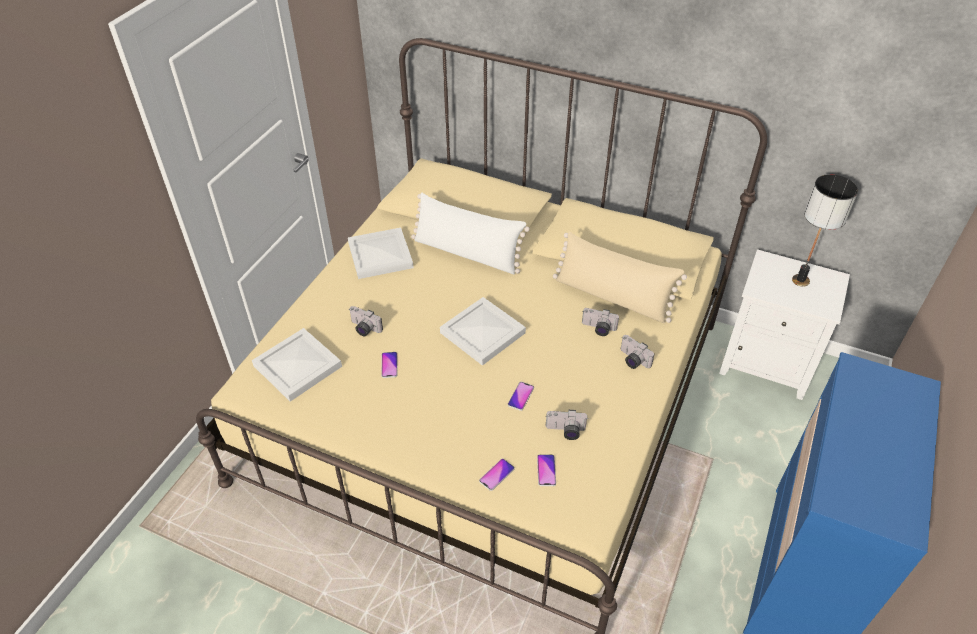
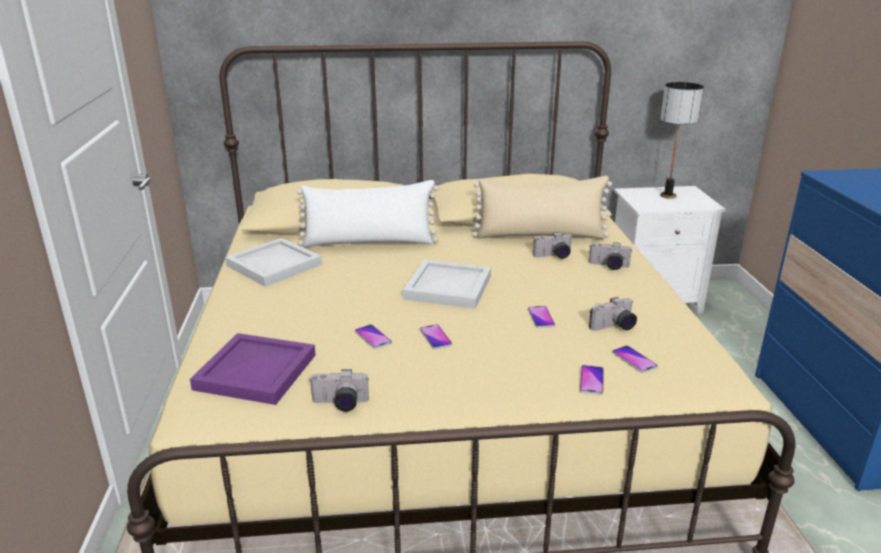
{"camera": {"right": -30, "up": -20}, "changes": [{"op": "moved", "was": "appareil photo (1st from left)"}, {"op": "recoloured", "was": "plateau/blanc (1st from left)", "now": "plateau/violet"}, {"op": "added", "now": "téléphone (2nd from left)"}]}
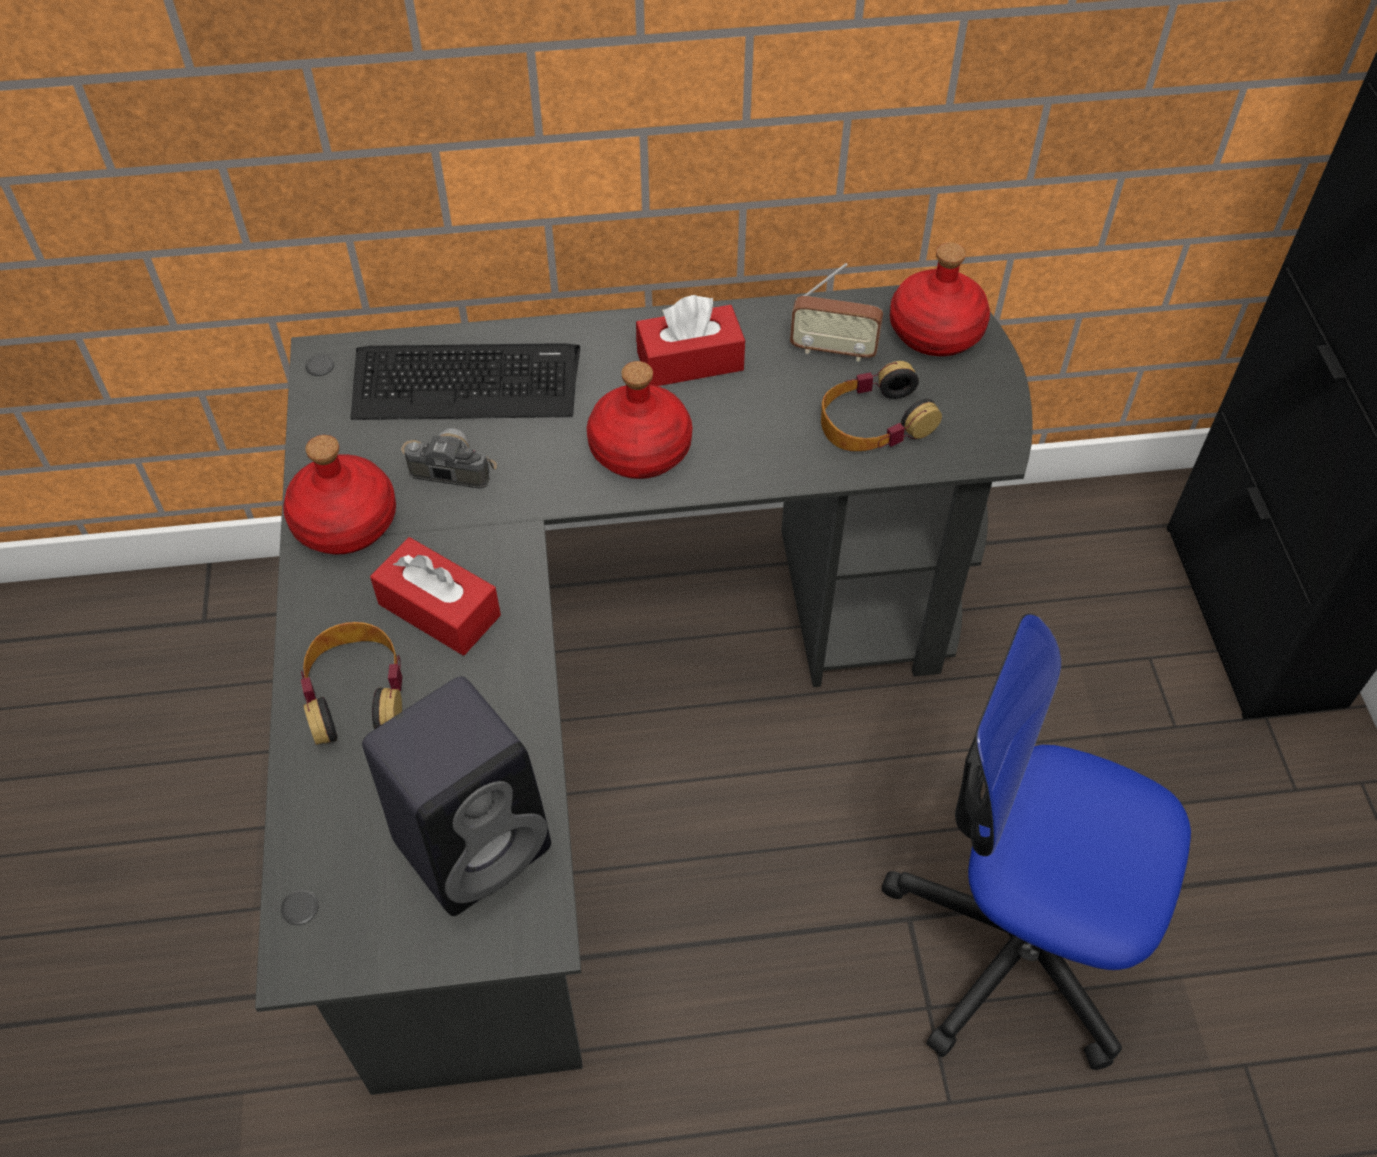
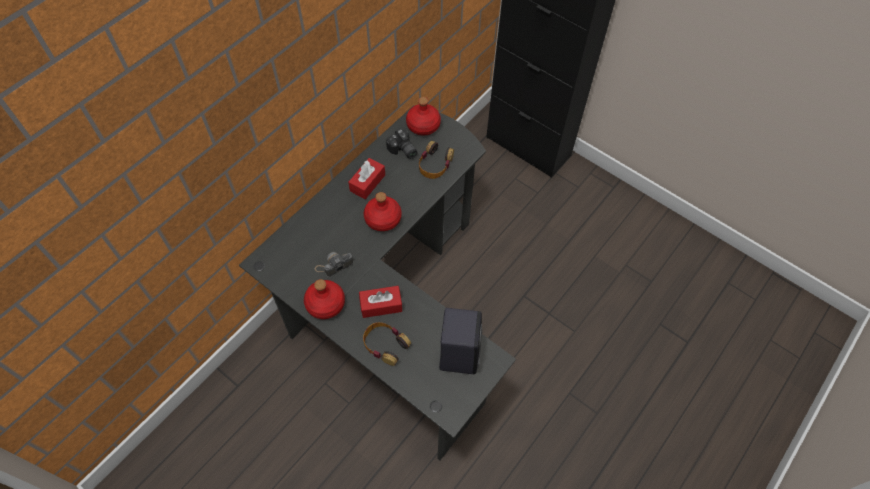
{"camera": {"right": -45, "up": 5}, "changes": [{"op": "replaced", "was": "radio", "now": "appareil photo (2nd from left)"}, {"op": "removed", "was": "clavier"}, {"op": "removed", "was": "chaise de bureau"}]}
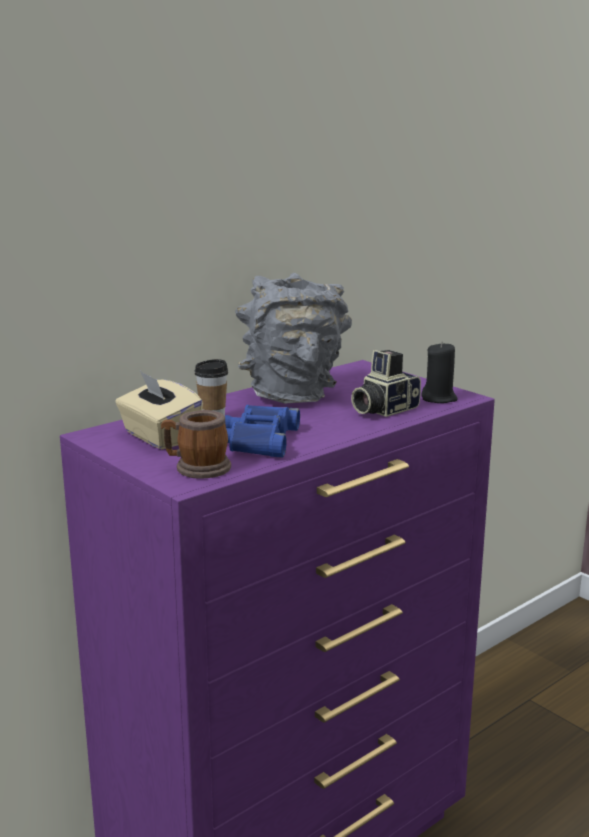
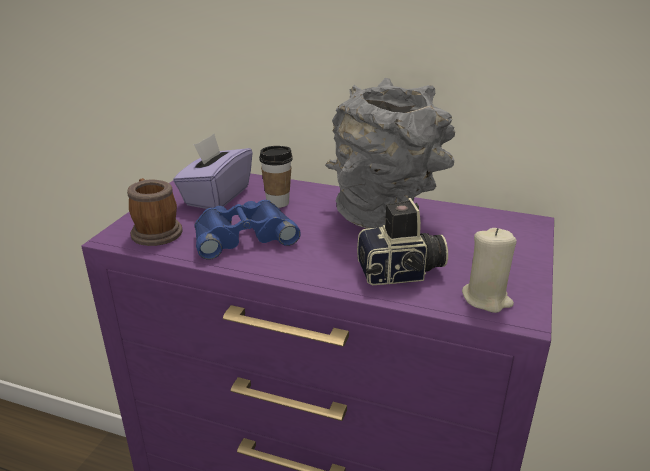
{"camera": {"right": 60, "up": 10}, "changes": [{"op": "recoloured", "was": "bougie/noir", "now": "bougie/beige"}, {"op": "turned", "was": "appareil photo", "clockwise": 150}, {"op": "recoloured", "was": "boîte à mouchoirs/beige", "now": "boîte à mouchoirs/violet"}]}
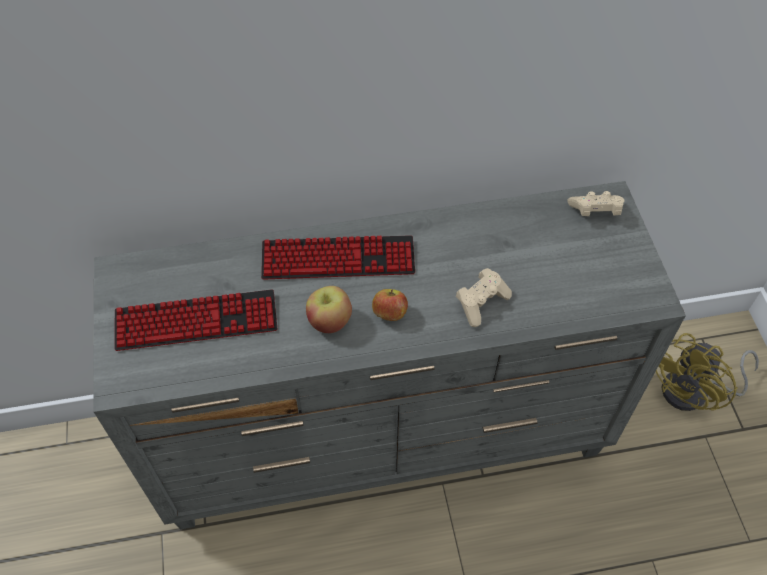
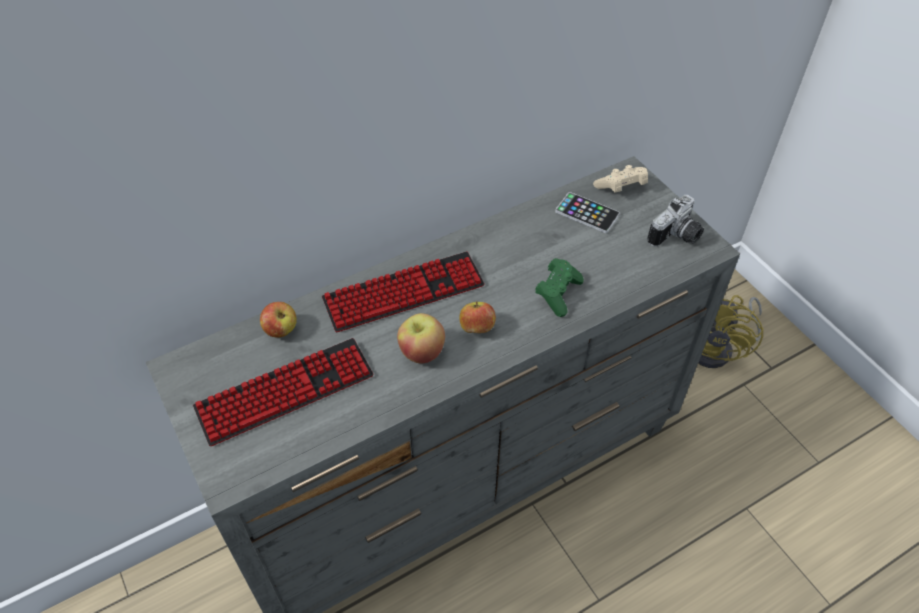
{"camera": {"right": -20, "up": -5}, "changes": [{"op": "recoloured", "was": "manette/beige (1st from left)", "now": "manette/vert"}, {"op": "added", "now": "téléphone"}, {"op": "added", "now": "appareil photo"}, {"op": "added", "now": "pomme (1st from left)"}]}
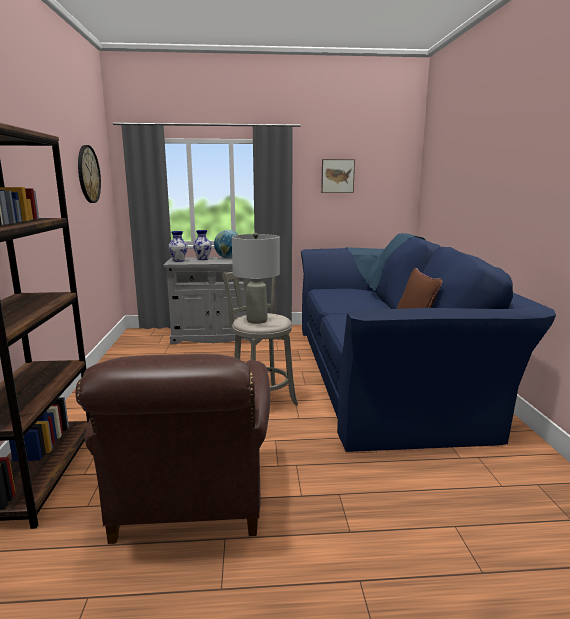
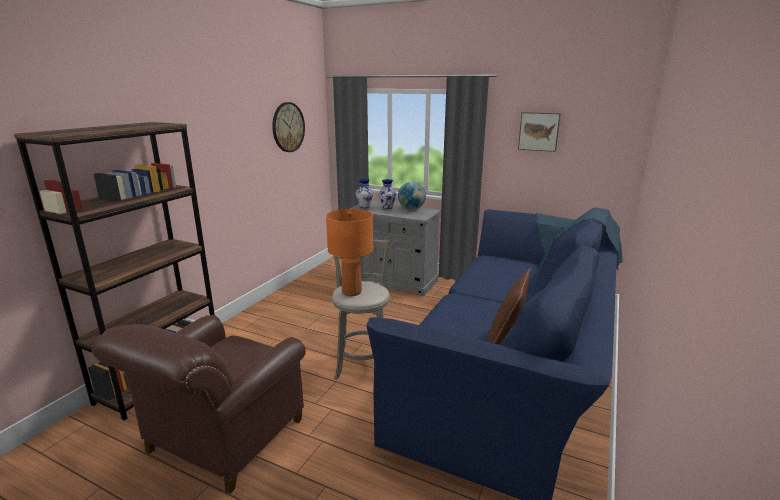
{"camera": {"right": 30, "up": 5}, "changes": [{"op": "recoloured", "was": "lampe de table/gris", "now": "lampe de table/orange"}]}
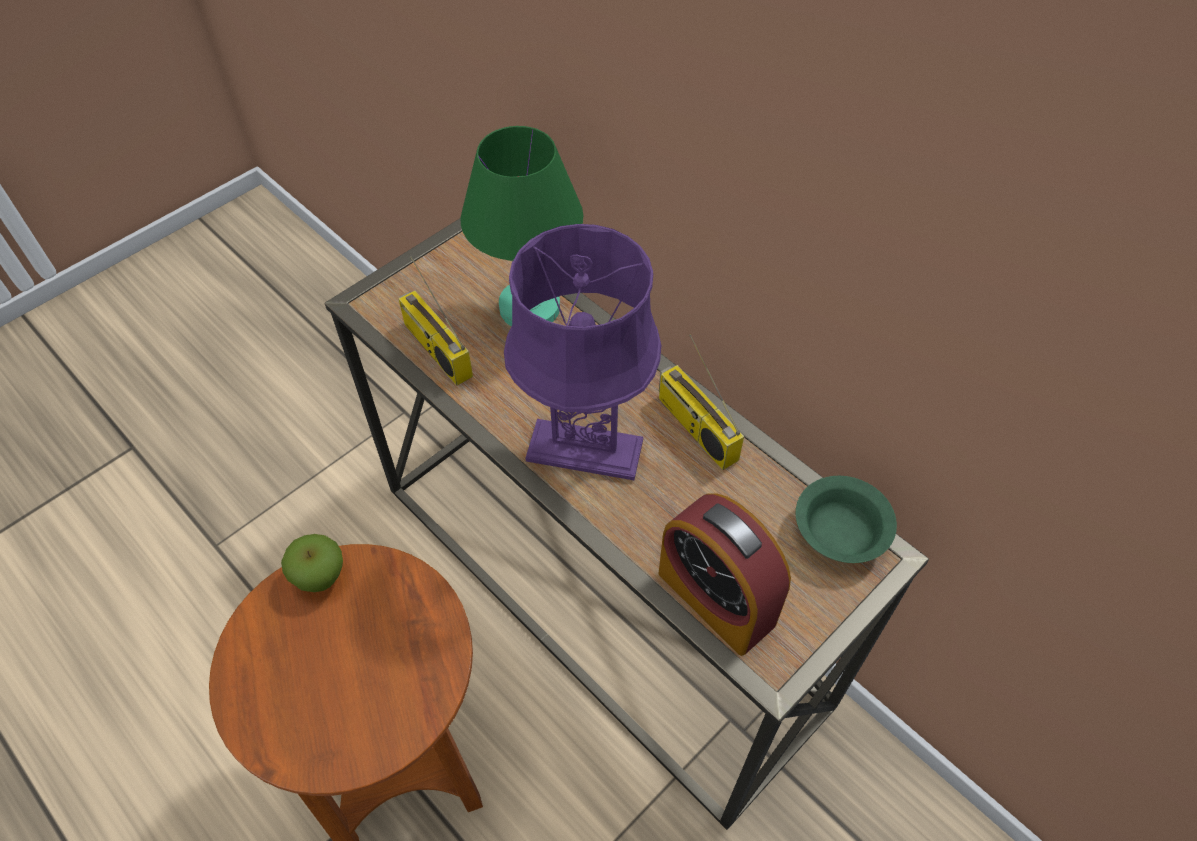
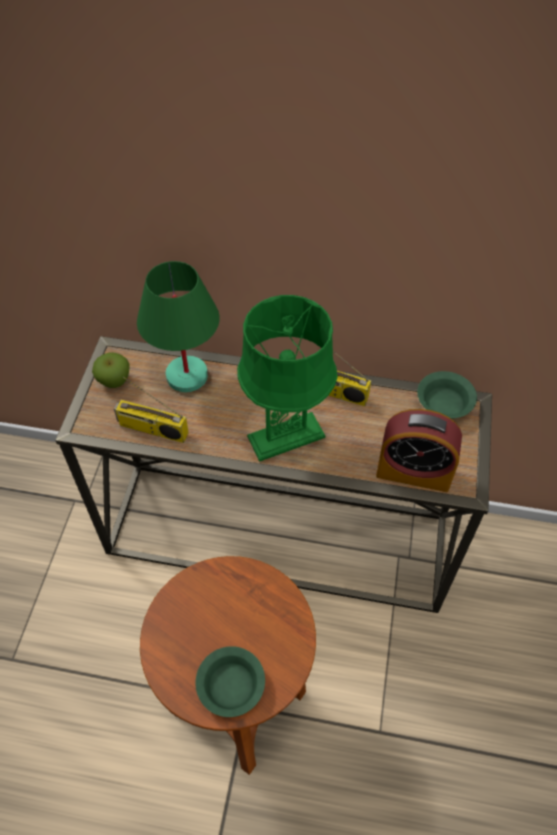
{"camera": {"right": -35, "up": 0}, "changes": [{"op": "recoloured", "was": "lampe de table/violet", "now": "lampe de table/vert (2nd from left)"}, {"op": "moved", "was": "pomme"}, {"op": "added", "now": "bol/vert (1st from left)"}]}
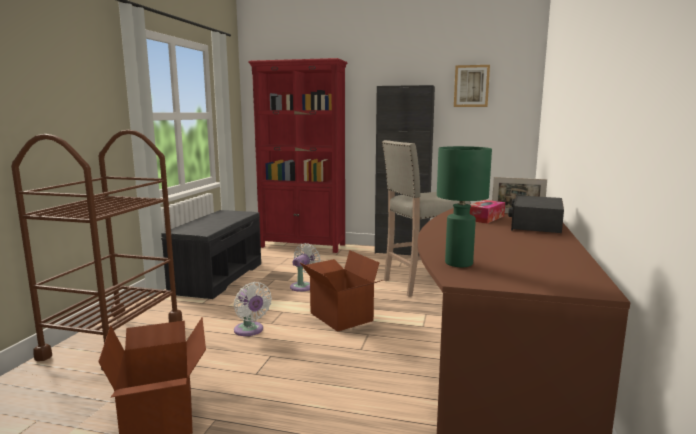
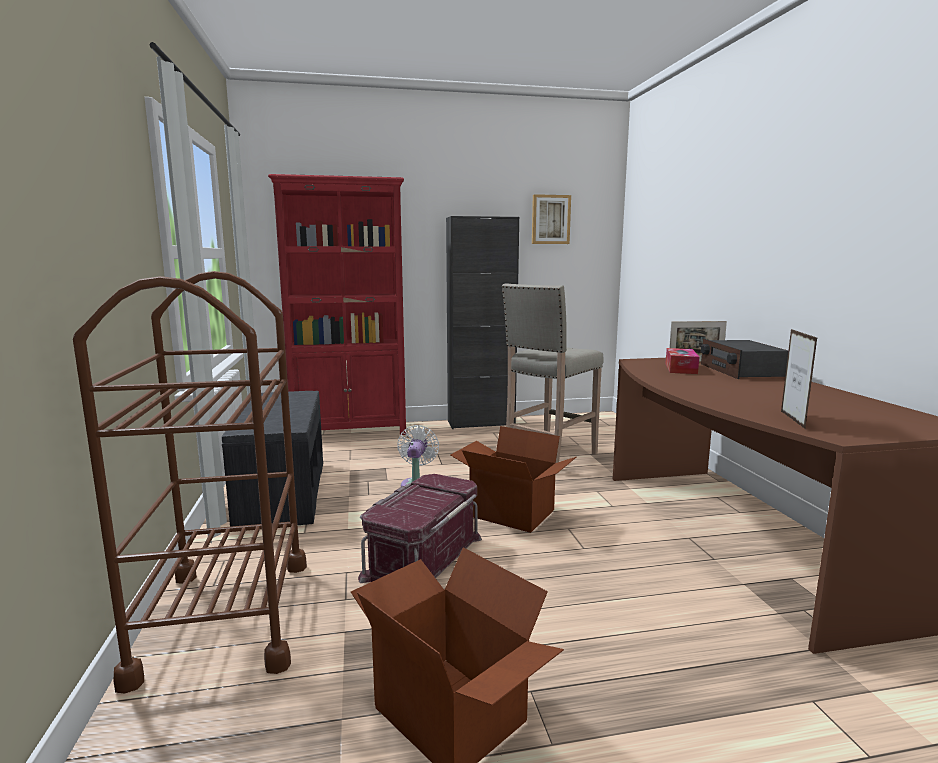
{"camera": {"right": -25, "up": 0}, "changes": [{"op": "replaced", "was": "lampe de table/vert", "now": "cadre photo (2nd from left)"}, {"op": "replaced", "was": "ventilateur/blanc (1st from left)", "now": "boîte de rangement/rouge"}]}
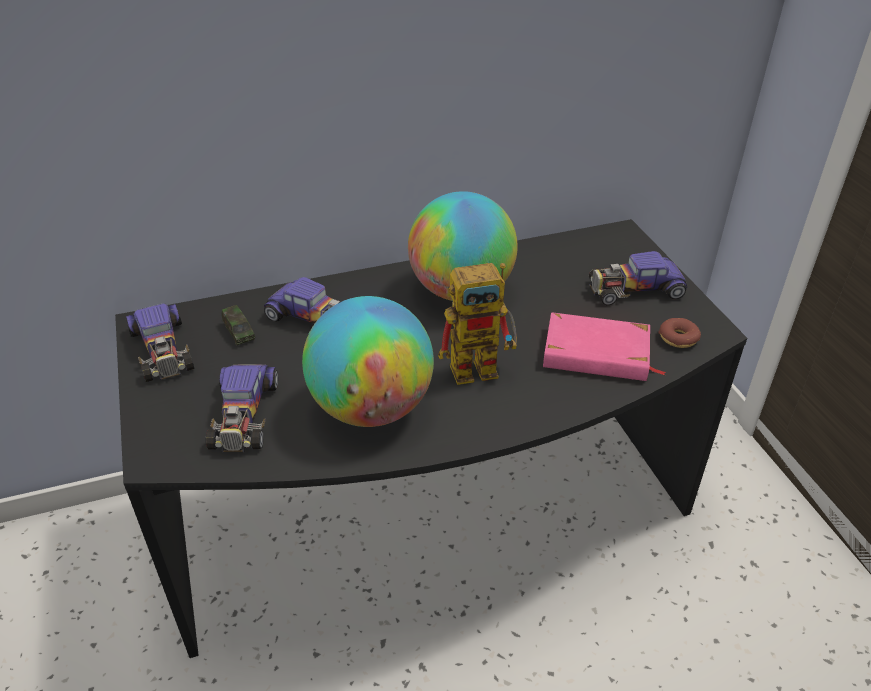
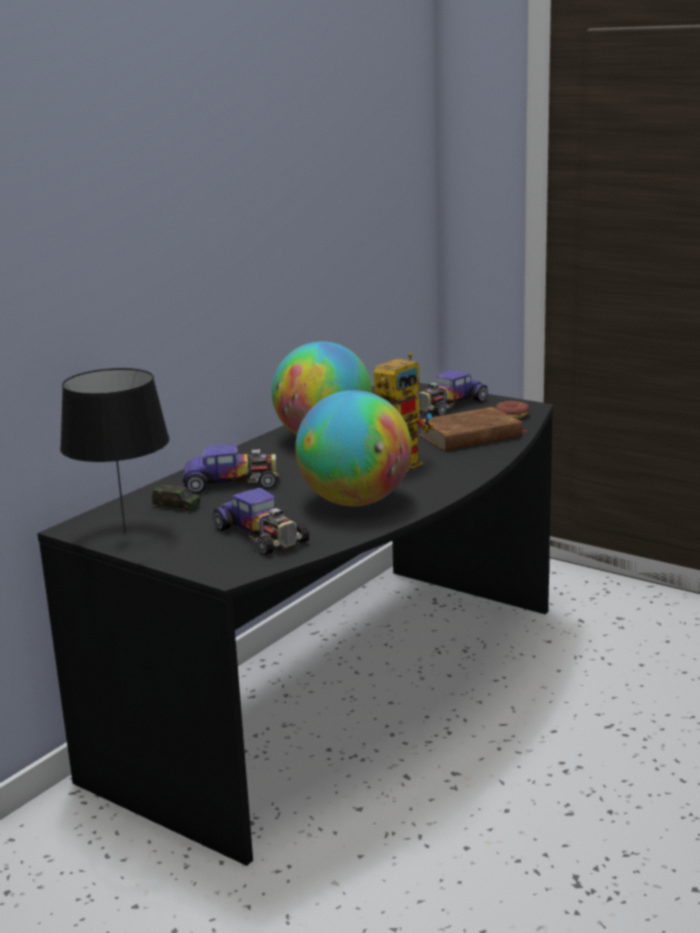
{"camera": {"right": -35, "up": -20}, "changes": [{"op": "replaced", "was": "petite voiture (1st from left)", "now": "lampe de table/noir"}, {"op": "recoloured", "was": "livre/rose", "now": "livre/marron"}]}
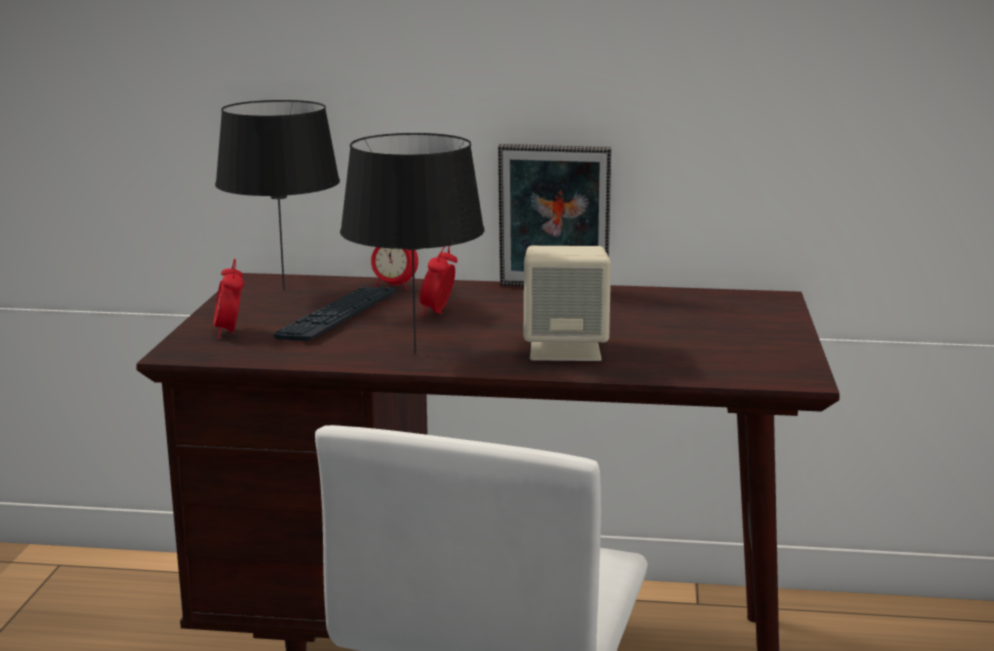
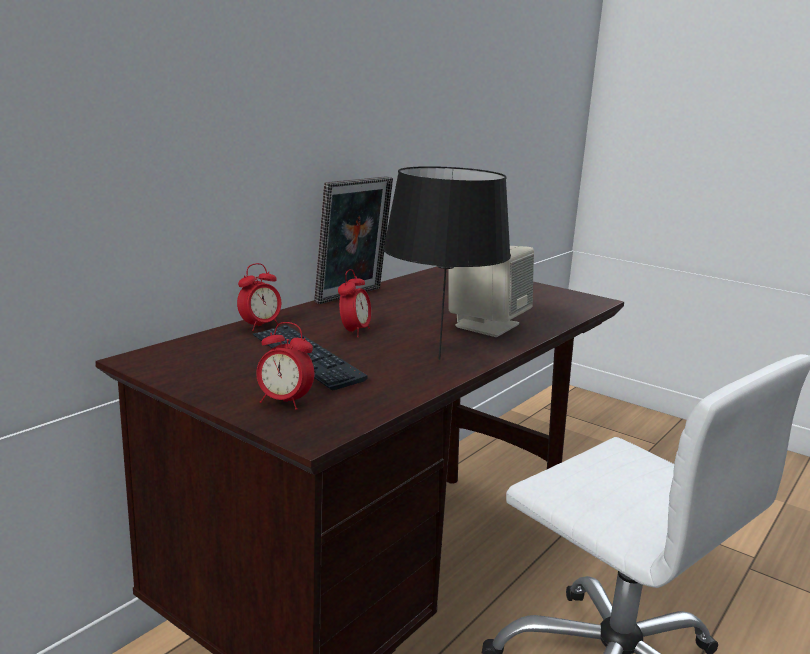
{"camera": {"right": -60, "up": 0}, "changes": [{"op": "removed", "was": "lampe de table/noir (1st from left)"}, {"op": "turned", "was": "réveil (3rd from left)", "clockwise": -120}]}
